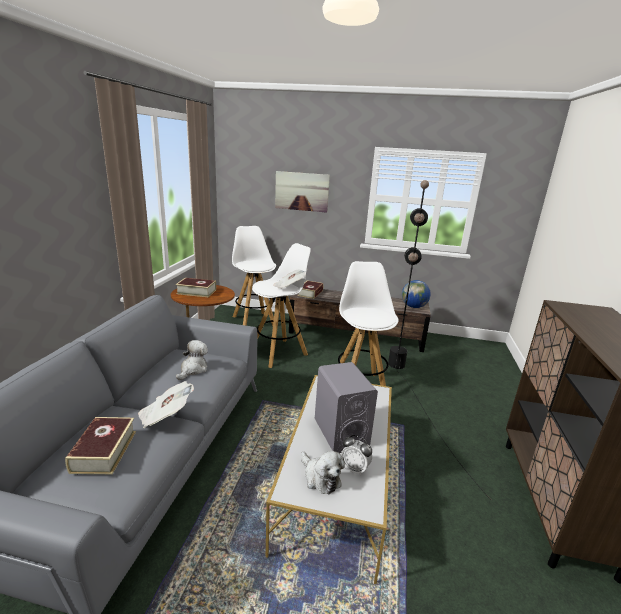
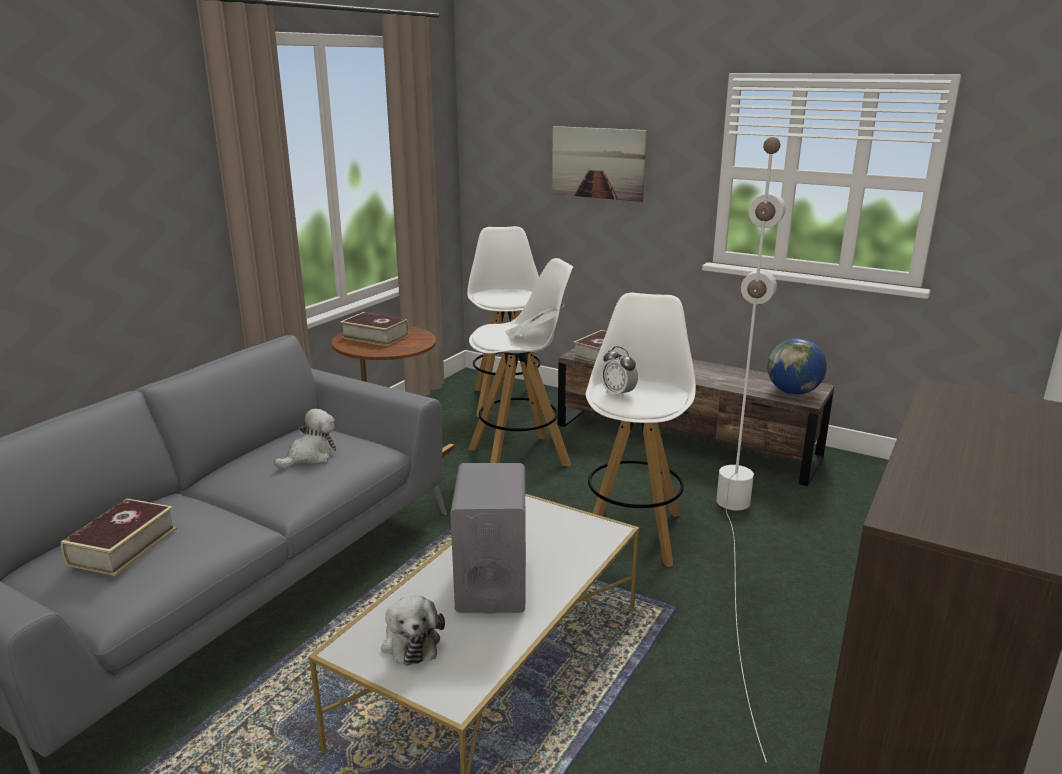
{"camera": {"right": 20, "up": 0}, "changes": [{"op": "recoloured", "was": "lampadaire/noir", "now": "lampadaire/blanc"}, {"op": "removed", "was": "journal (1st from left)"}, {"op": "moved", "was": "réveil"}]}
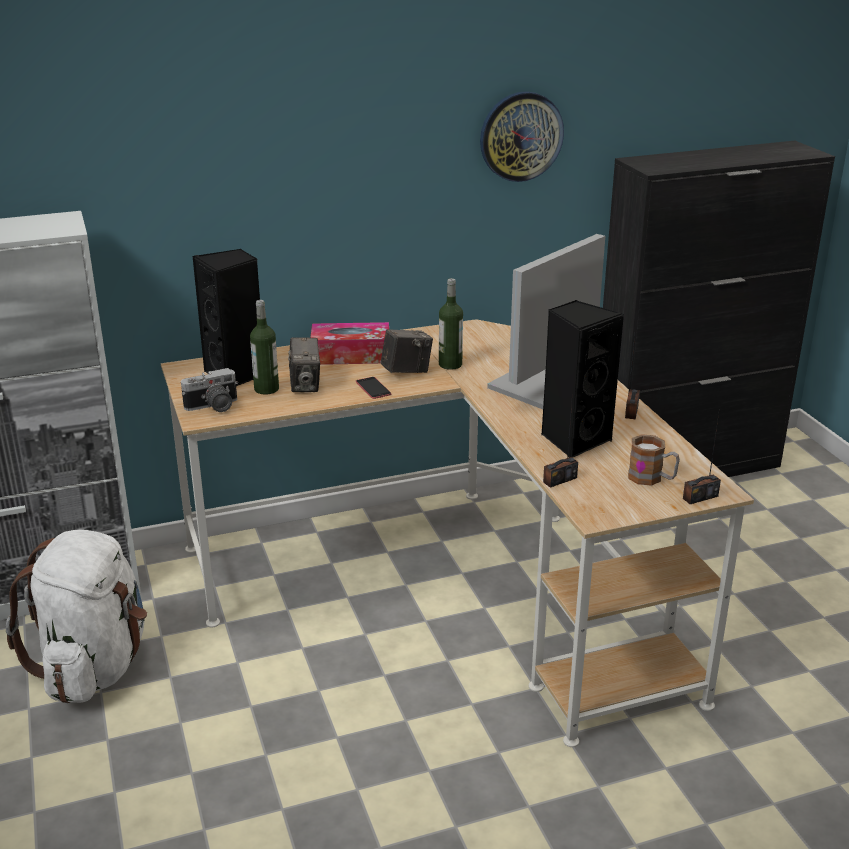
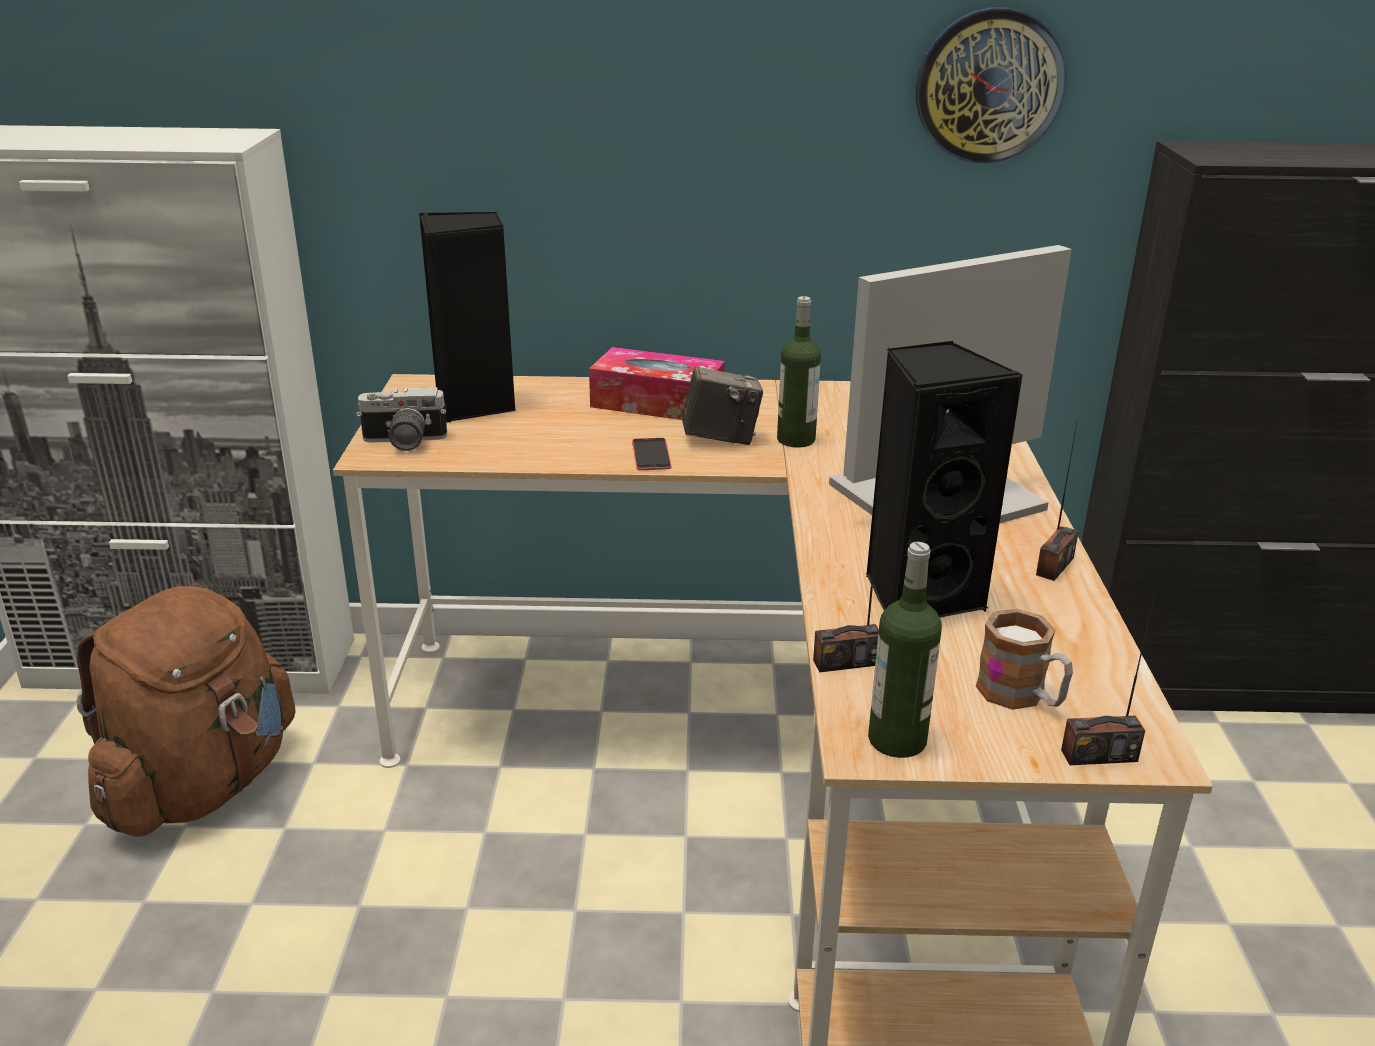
{"camera": {"right": 20, "up": 0}, "changes": [{"op": "moved", "was": "bouteille (1st from left in the first image)", "now": "bouteille (2nd from left)"}, {"op": "removed", "was": "appareil photo (2nd from left)"}, {"op": "recoloured", "was": "sac à dos/blanc", "now": "sac à dos/marron"}]}
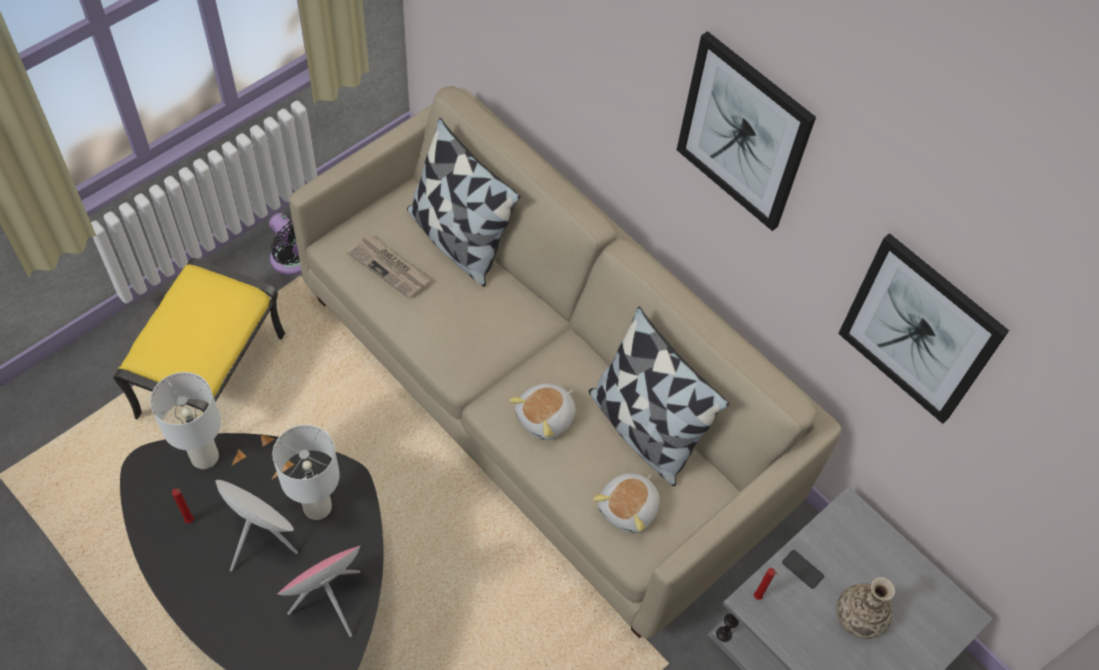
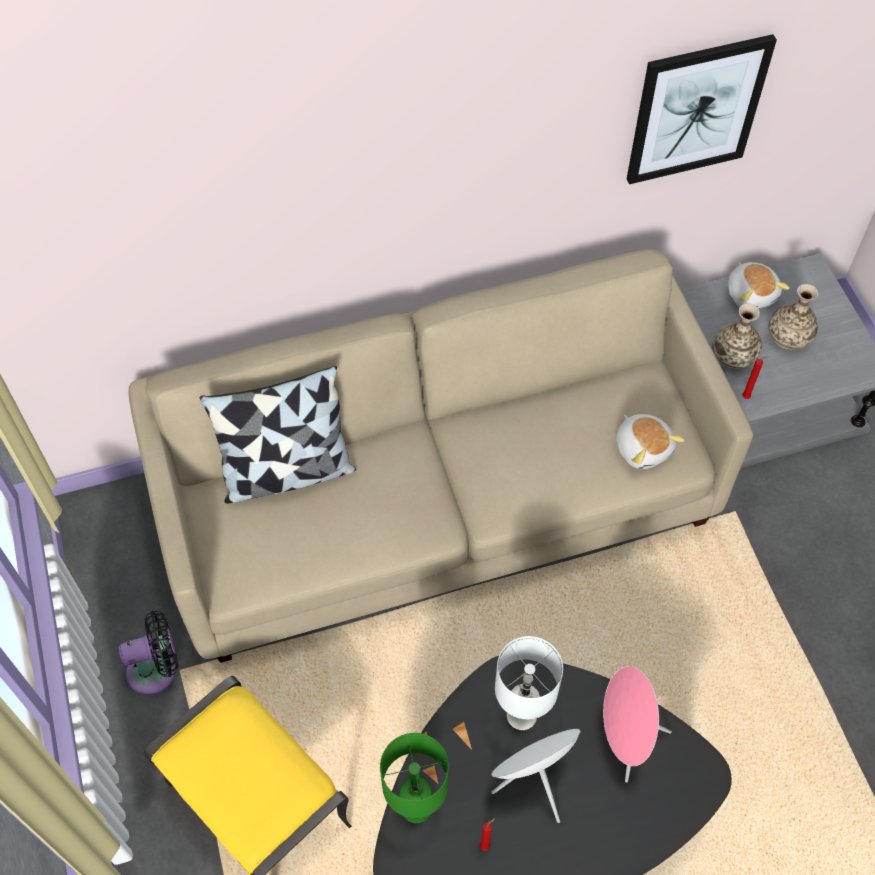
{"camera": {"right": -60, "up": 0}, "changes": [{"op": "removed", "was": "tableau (1st from left)"}, {"op": "removed", "was": "journal"}, {"op": "removed", "was": "coussin (2nd from left)"}, {"op": "recoloured", "was": "lampe de table/blanc (1st from left)", "now": "lampe de table/vert"}, {"op": "moved", "was": "peluche (1st from left in the first image)", "now": "peluche (2nd from left)"}, {"op": "replaced", "was": "téléphone", "now": "vase (1st from left)"}]}
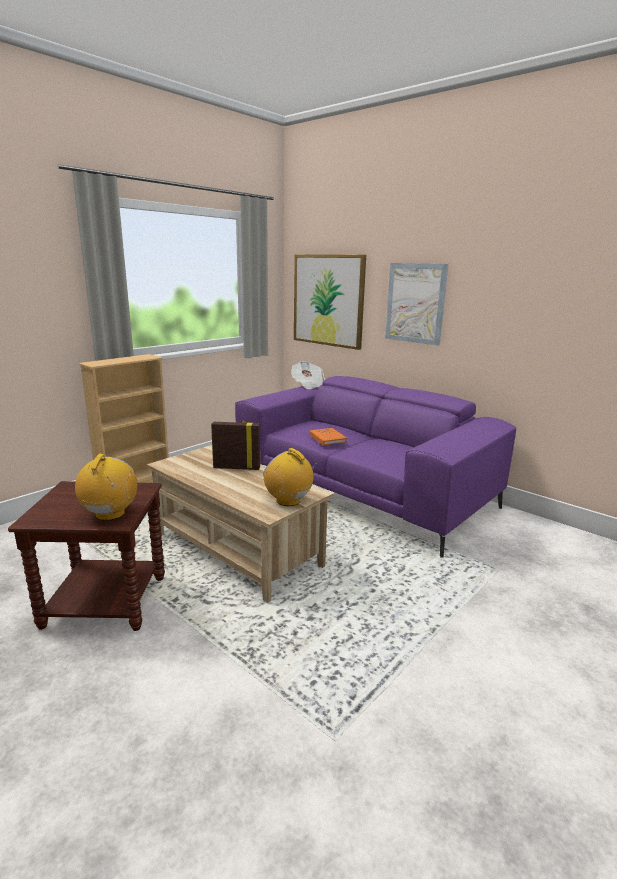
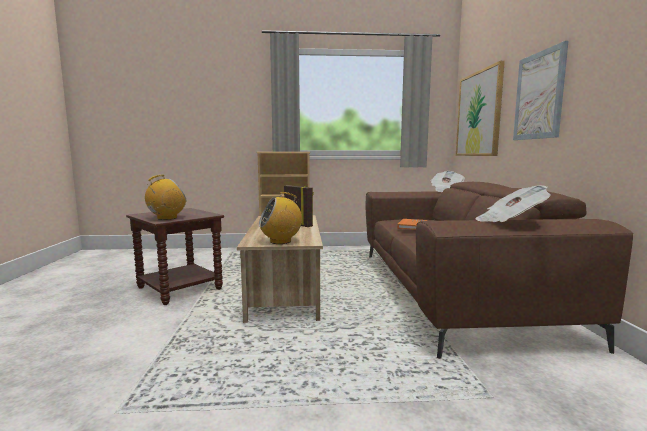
{"camera": {"right": 45, "up": -10}, "changes": [{"op": "recoloured", "was": "canapé/violet", "now": "canapé/marron"}, {"op": "turned", "was": "radio (2nd from left)", "clockwise": -105}, {"op": "added", "now": "journal (2nd from left)"}]}
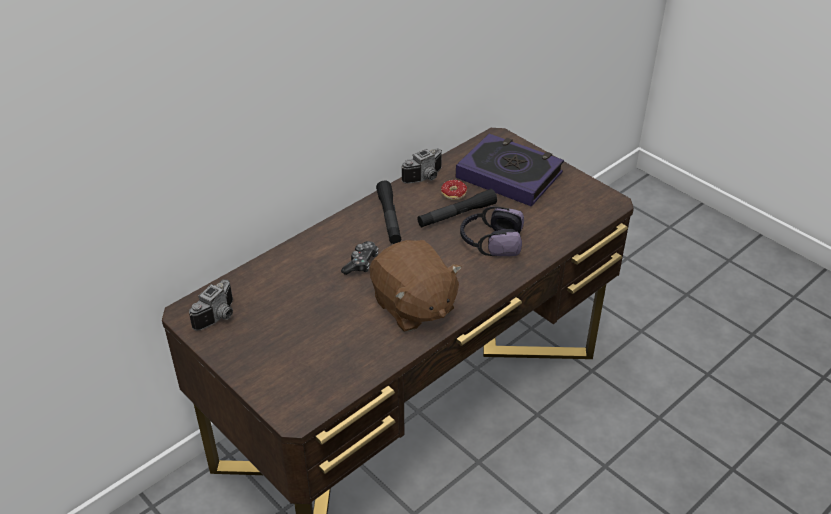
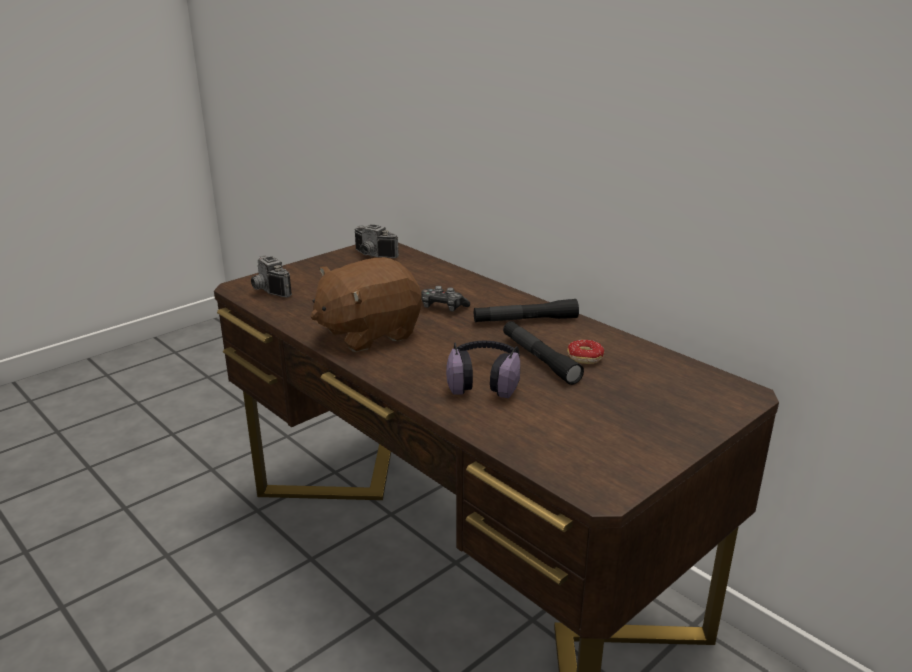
{"camera": {"right": 90, "up": -15}, "changes": [{"op": "removed", "was": "livre"}, {"op": "moved", "was": "appareil photo (2nd from left in the first image)", "now": "appareil photo (1st from left)"}]}
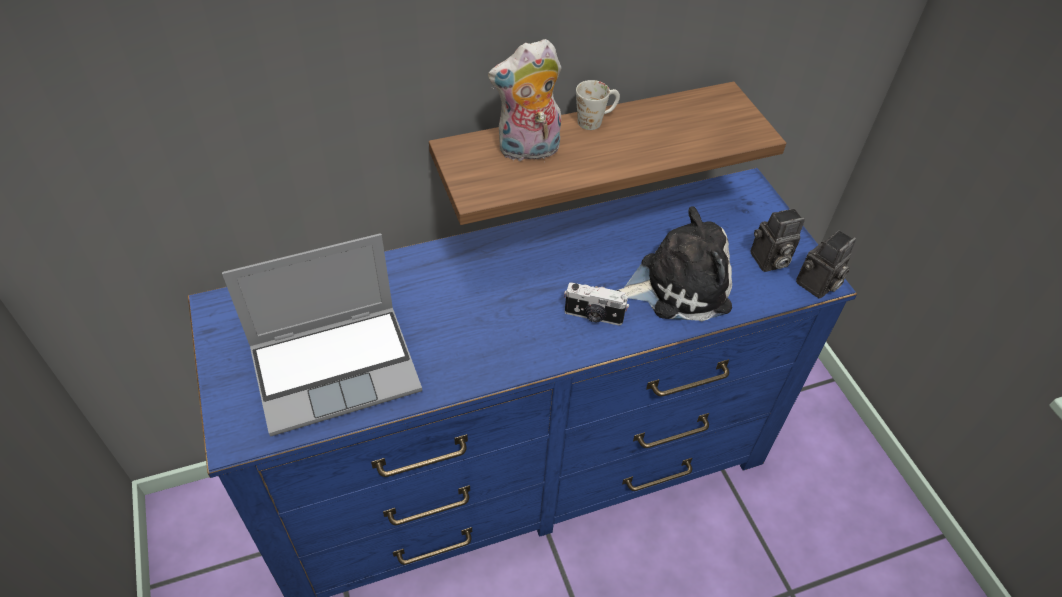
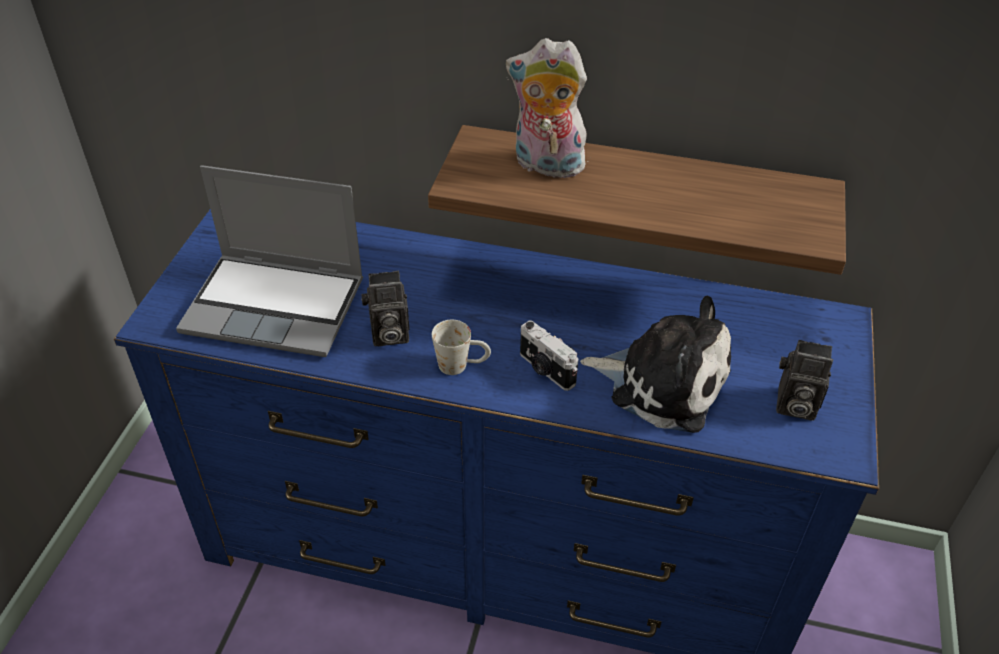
{"camera": {"right": 35, "up": -5}, "changes": [{"op": "moved", "was": "mug/blanc"}, {"op": "moved", "was": "appareil photo (3rd from left in the first image)", "now": "appareil photo (1st from left)"}]}
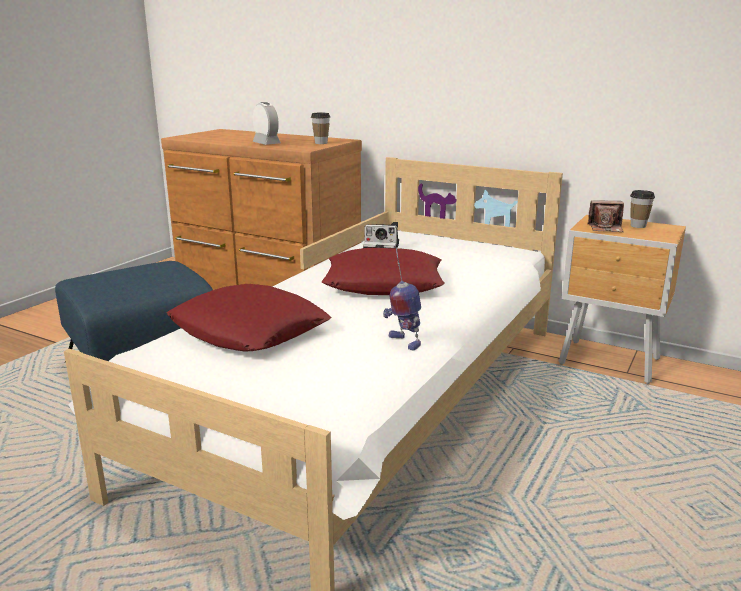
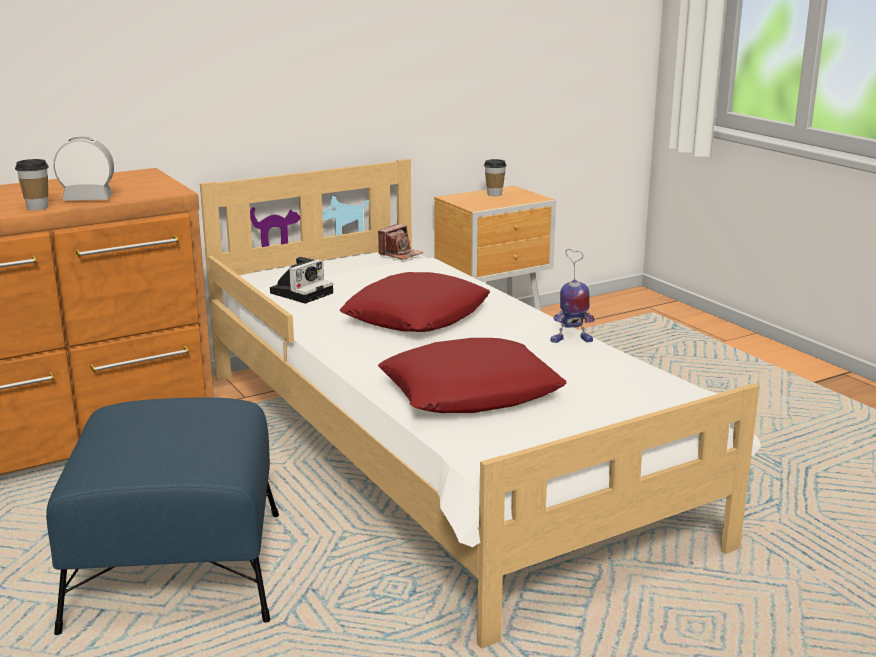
{"camera": {"right": -60, "up": 0}, "changes": [{"op": "moved", "was": "tasse (1st from left)"}, {"op": "moved", "was": "appareil photo (2nd from left)"}]}
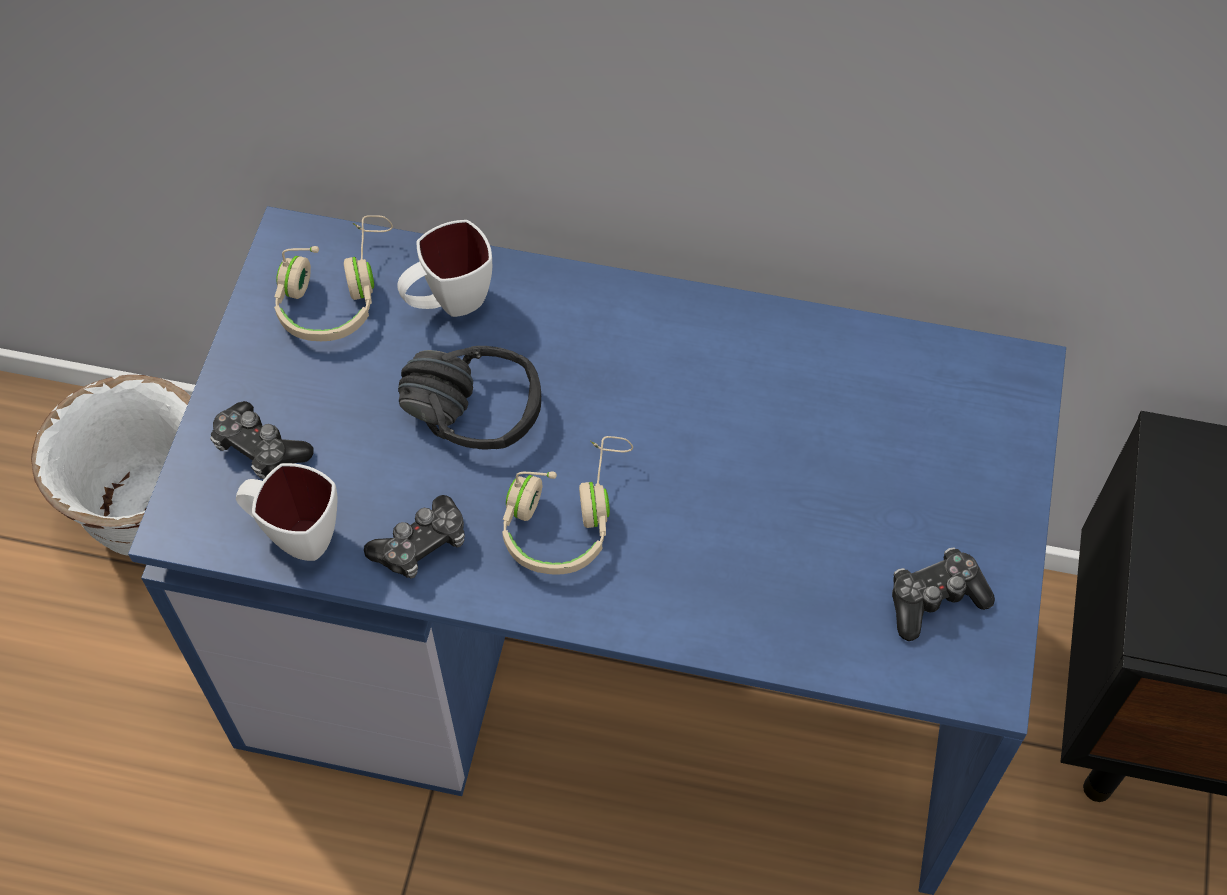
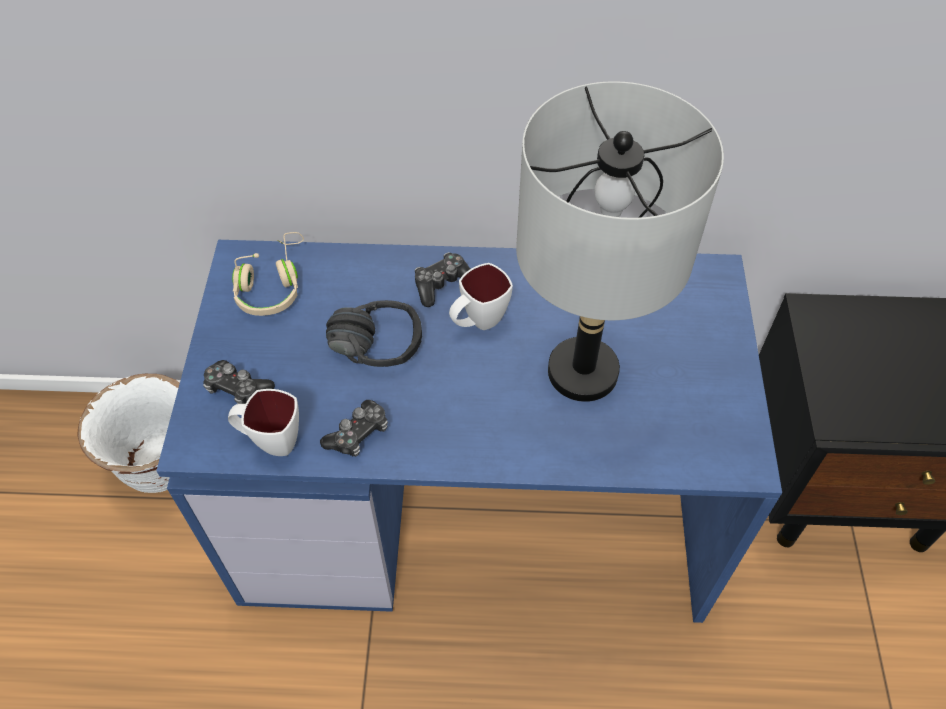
{"camera": {"right": -10, "up": -5}, "changes": [{"op": "moved", "was": "mug/blanc (2nd from left)"}, {"op": "removed", "was": "casque audio/beige (2nd from left)"}, {"op": "moved", "was": "manette (3rd from left)"}, {"op": "added", "now": "lampe de table/gris"}]}
